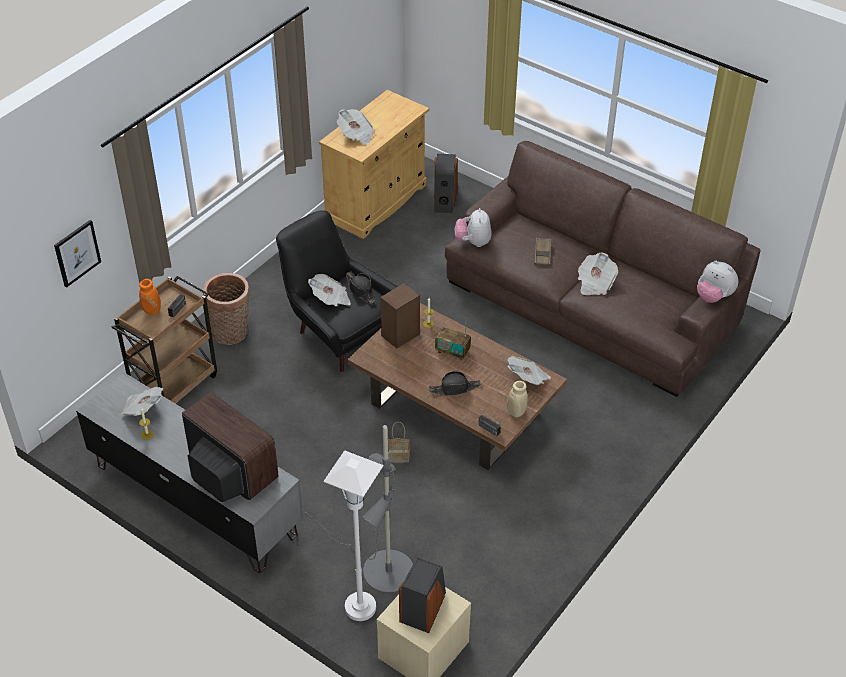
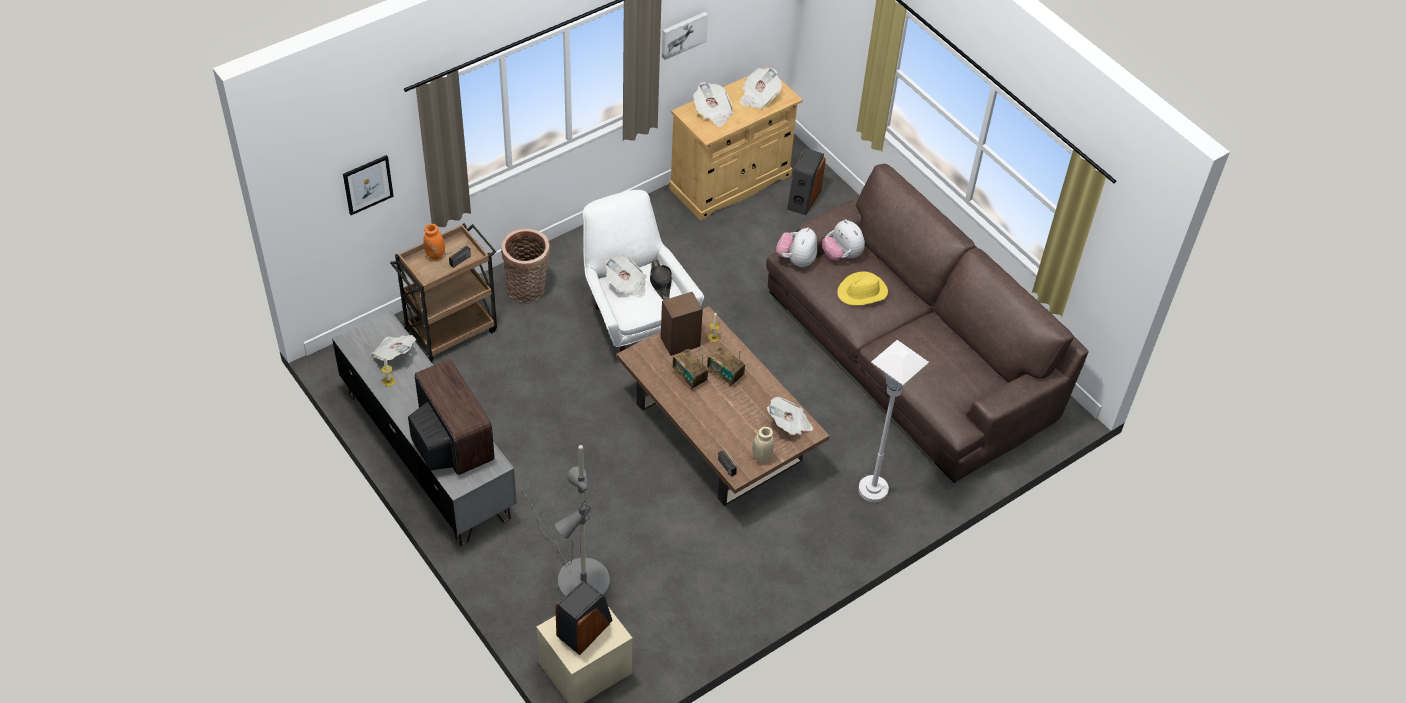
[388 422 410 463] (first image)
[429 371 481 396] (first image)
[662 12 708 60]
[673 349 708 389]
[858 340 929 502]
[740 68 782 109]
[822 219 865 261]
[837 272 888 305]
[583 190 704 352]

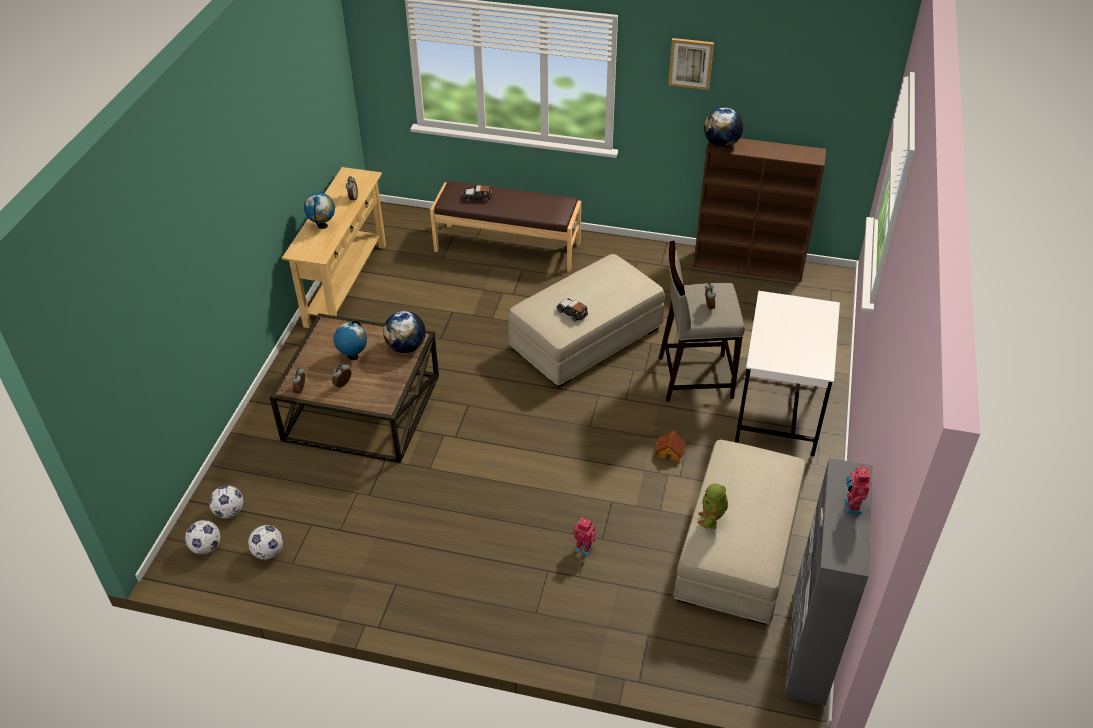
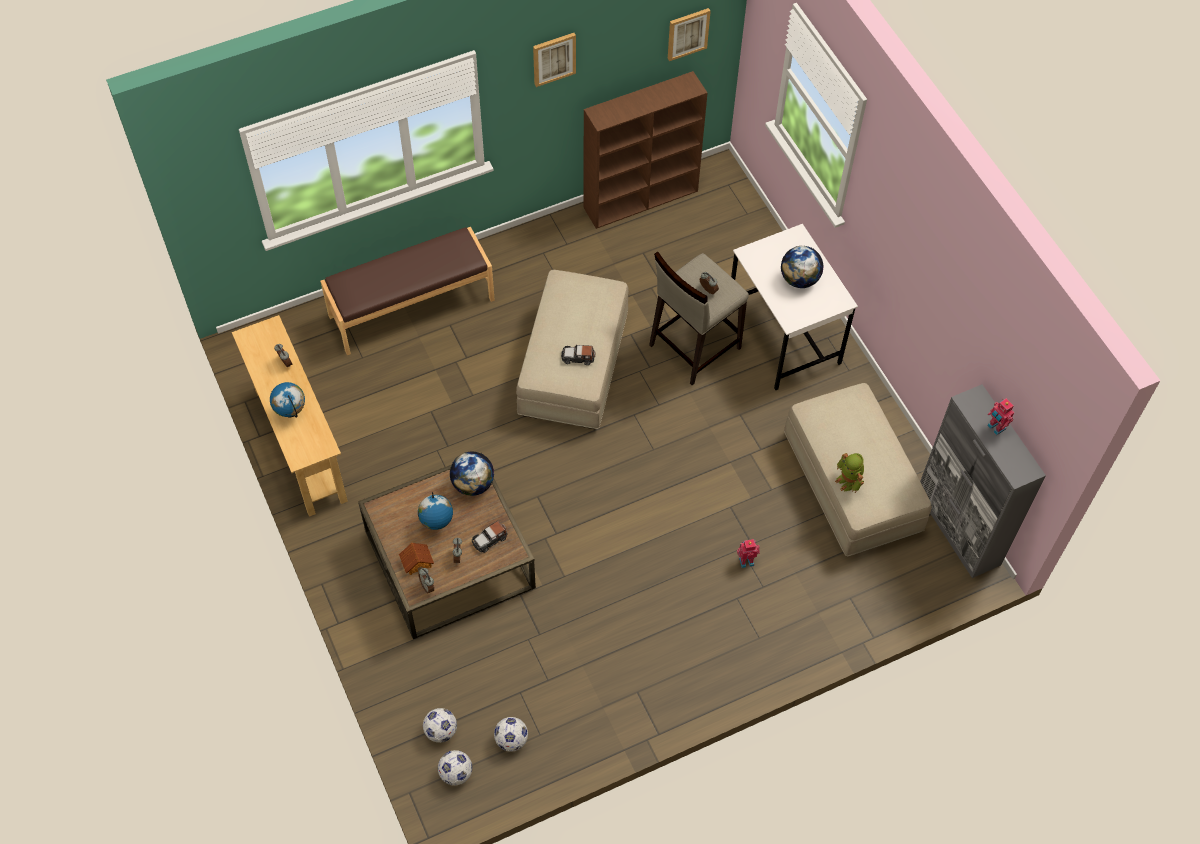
[668 8 711 61]
[472 521 508 553]
[399 542 434 575]
[781 246 824 288]

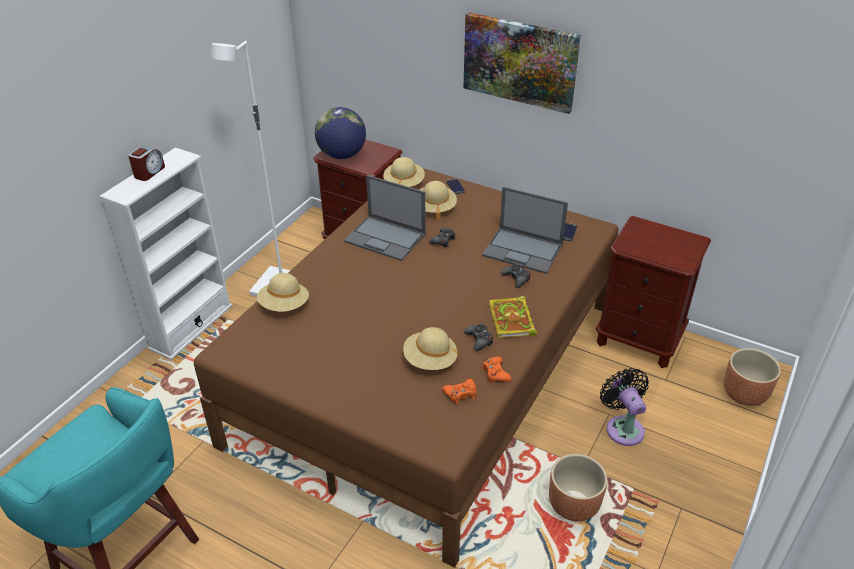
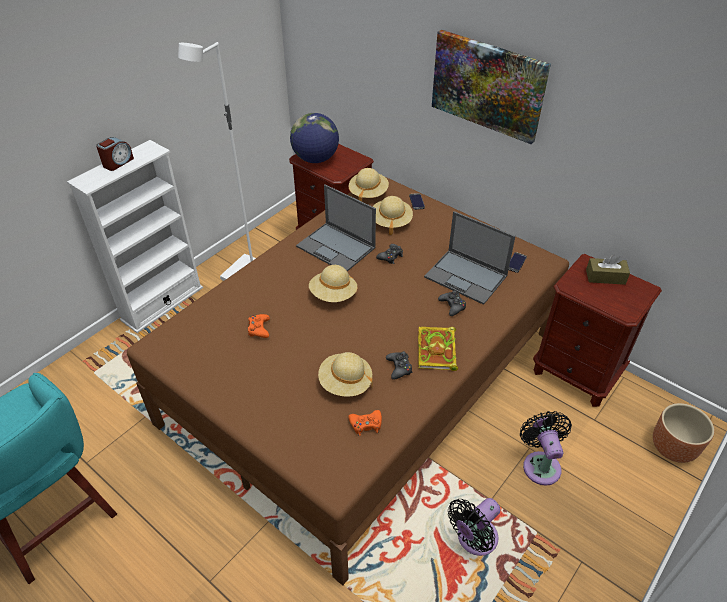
[586 255 630 285]
[309 265 358 302]
[248 314 270 338]
[448 498 500 556]

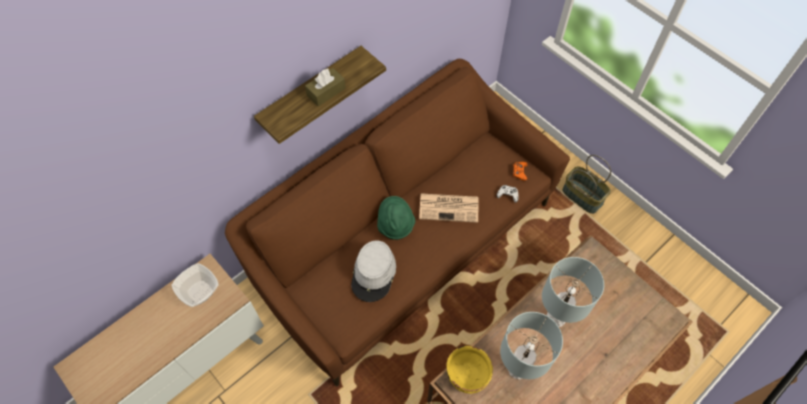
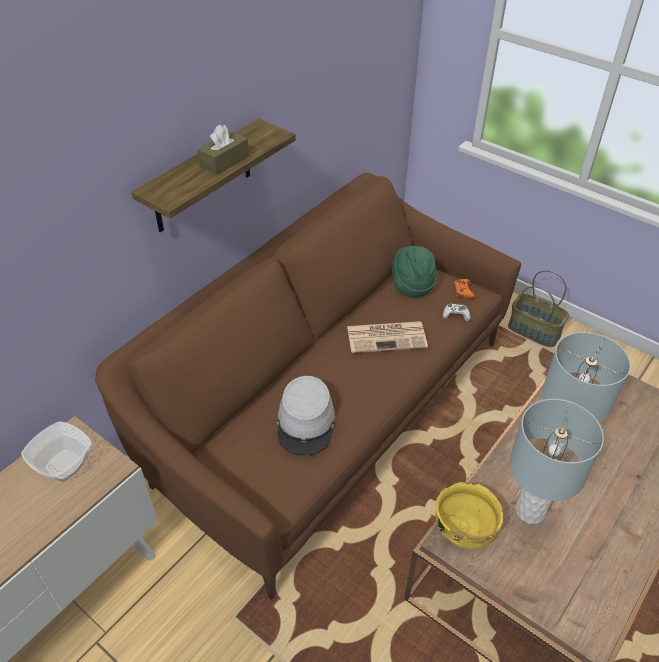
[392 246 437 298]

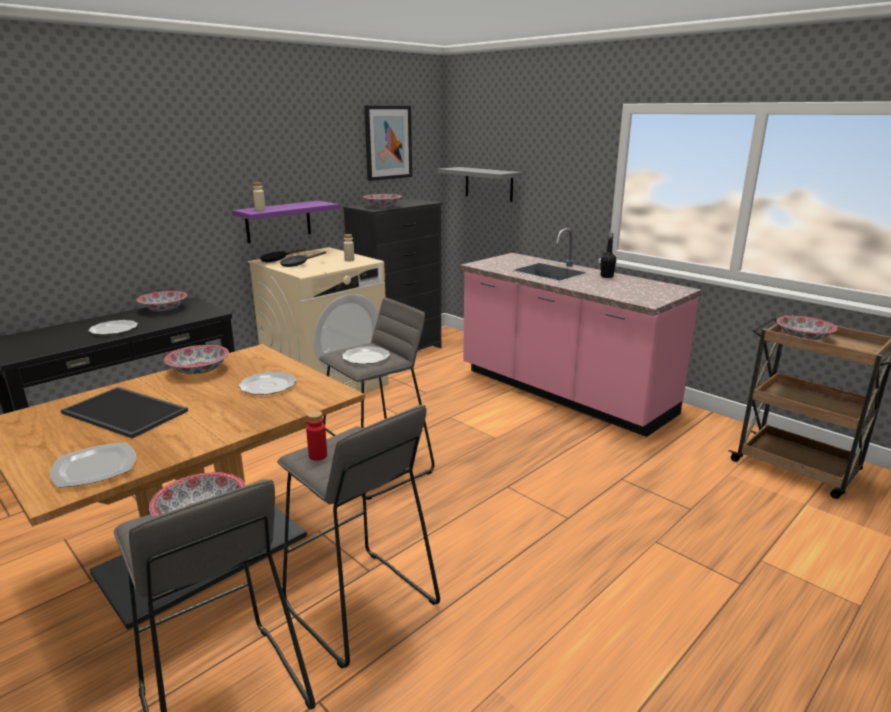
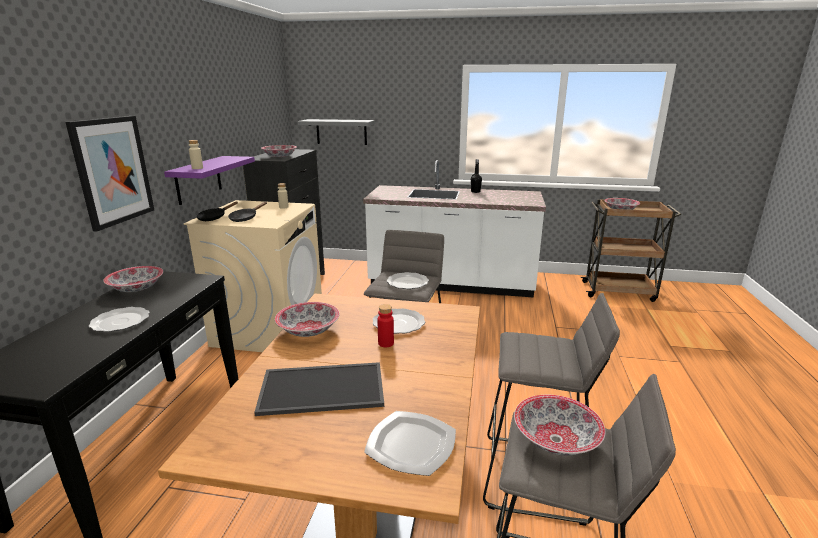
[377 304 394 347]
[65 116 154 232]
[363 160 546 298]

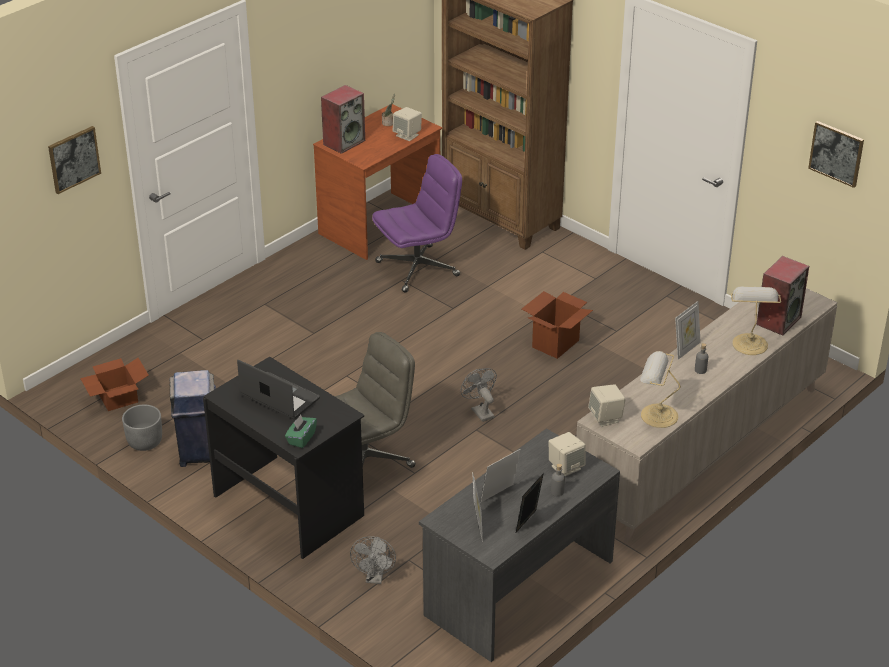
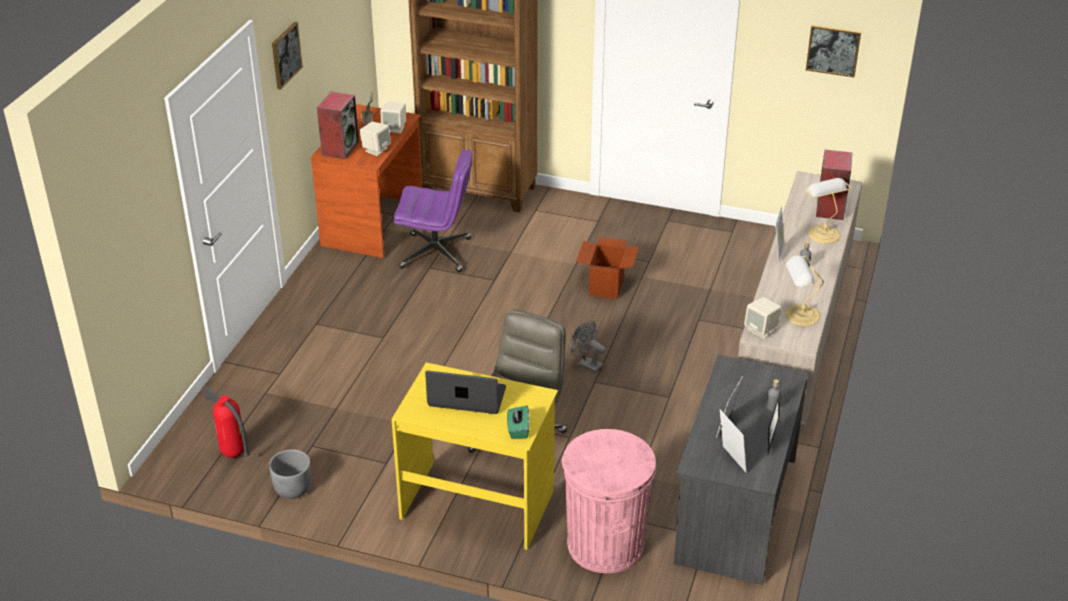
[170 370 216 467] (first image)
[272 22 303 90]
[360 122 391 156]
[201 386 250 458]
[562 429 656 573]
[392 362 558 550]
[394 149 472 272]

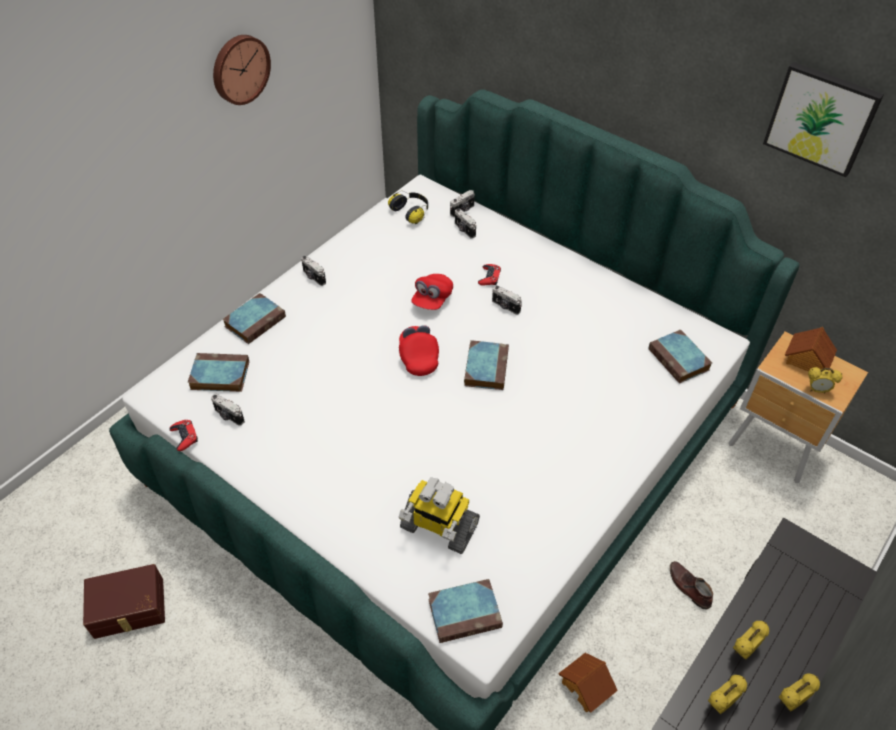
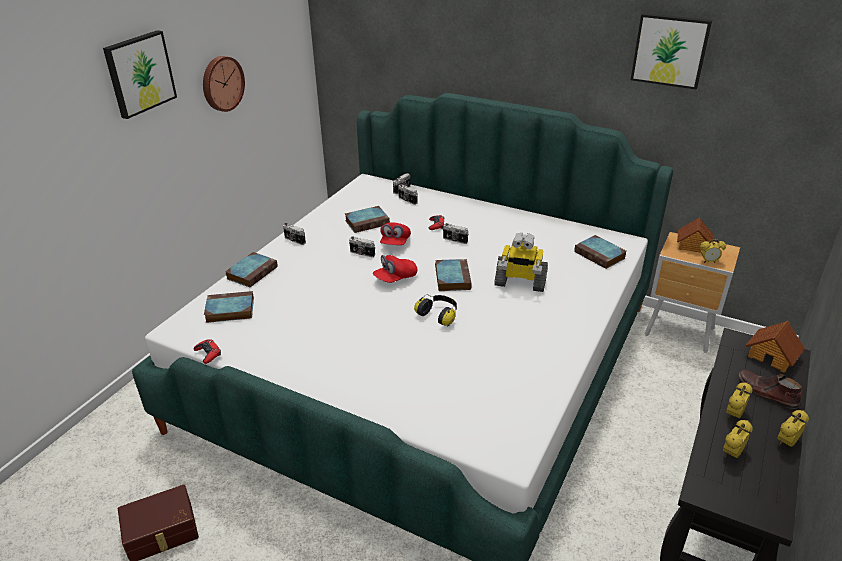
[103 30 177 119]
[349 236 375 257]
[414 294 457 326]
[494 233 548 292]
[345 206 390 233]
[745 321 805 373]
[738 369 802 409]
[373 255 417 283]

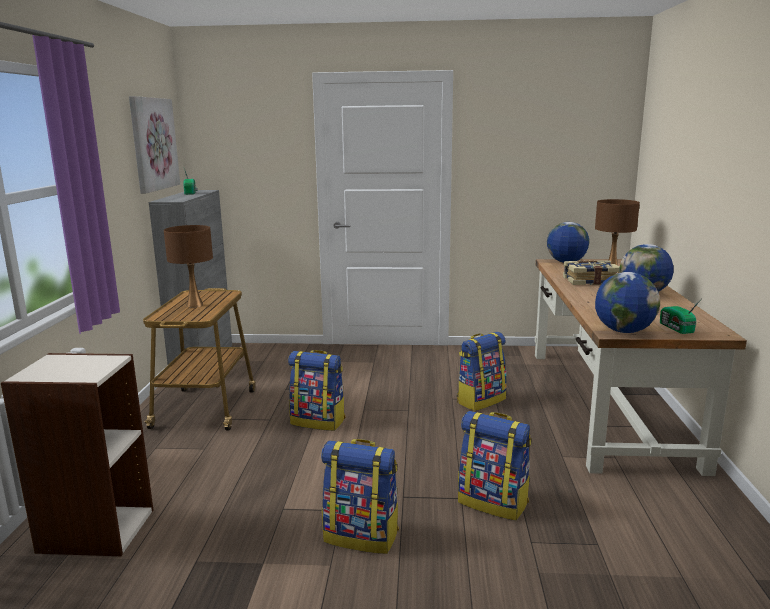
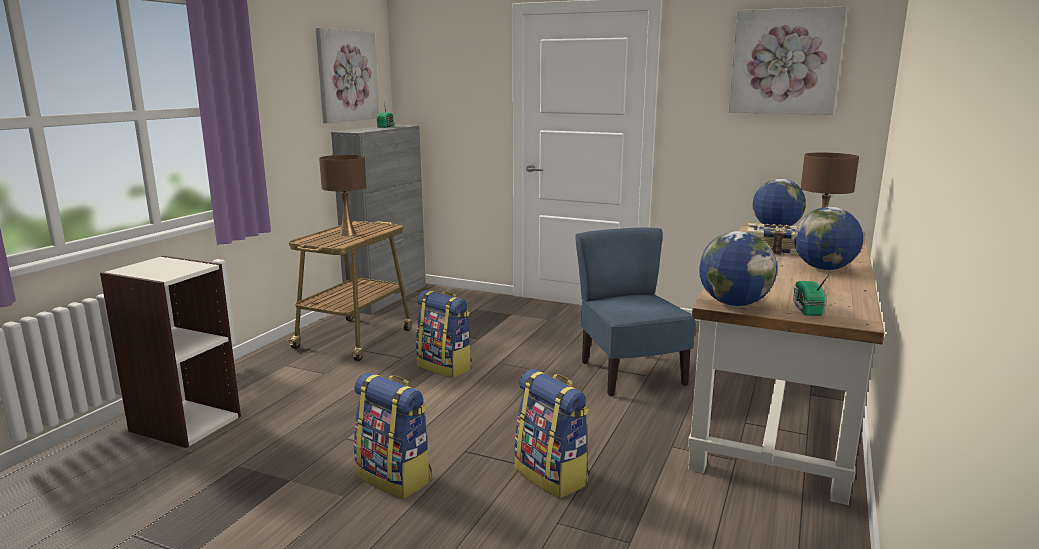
[729 6 847 115]
[575 228 695 396]

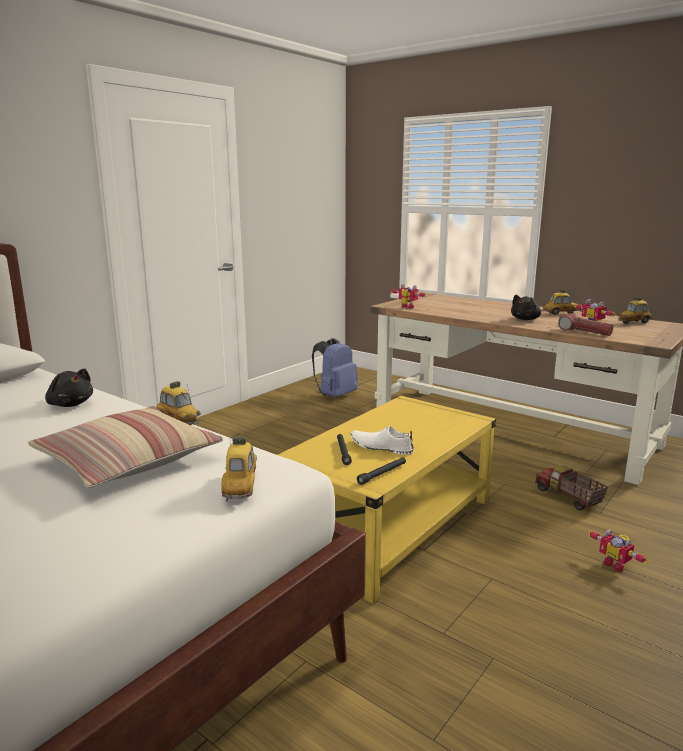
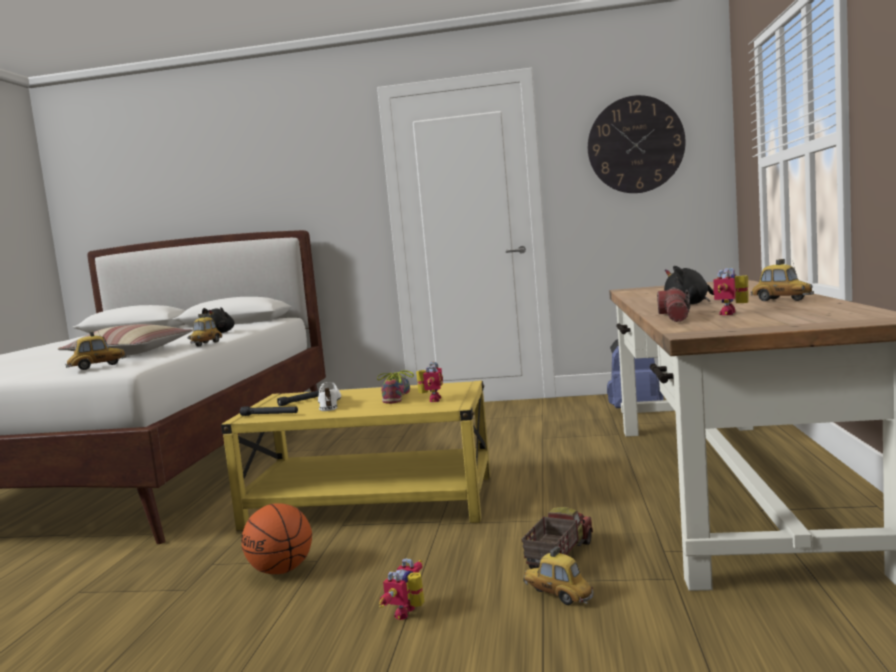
[241 503 312 574]
[377 370 414 404]
[588 95 686 193]
[416 362 443 402]
[523 547 594 605]

